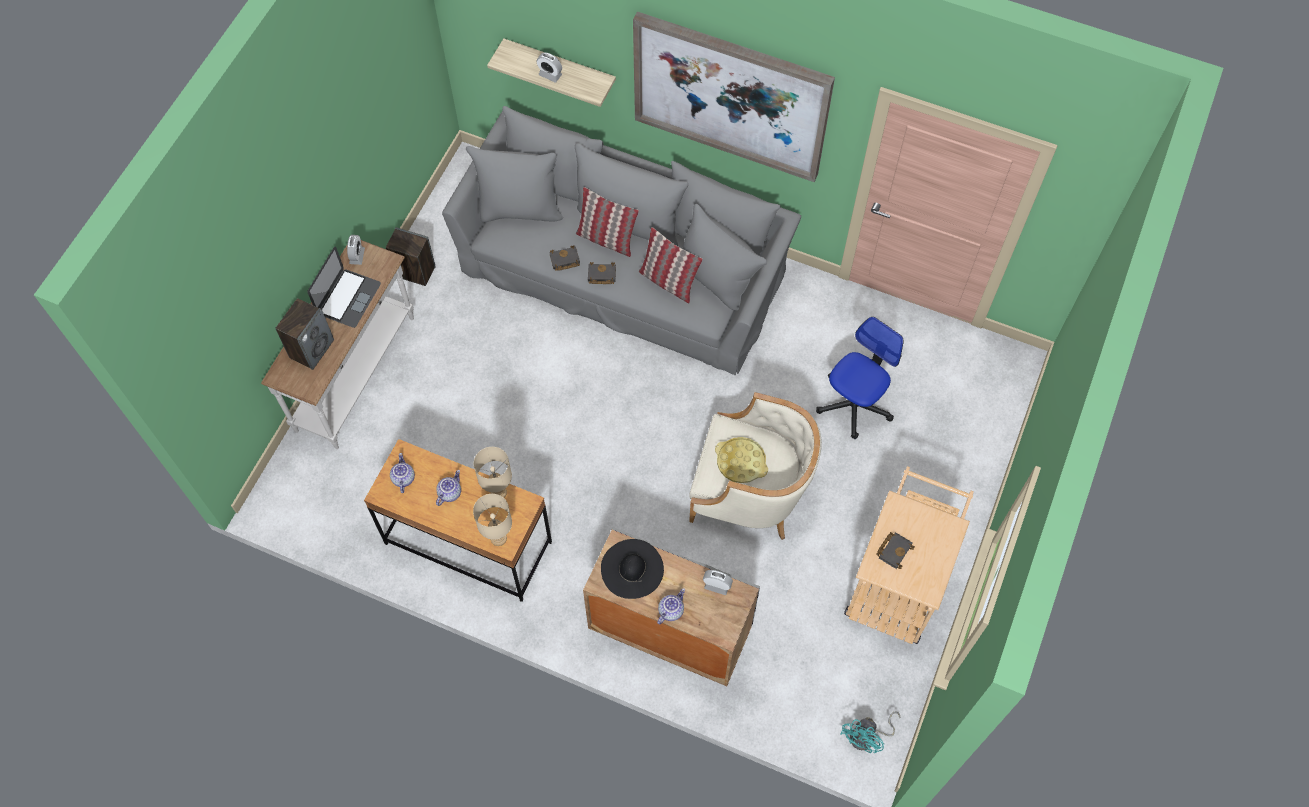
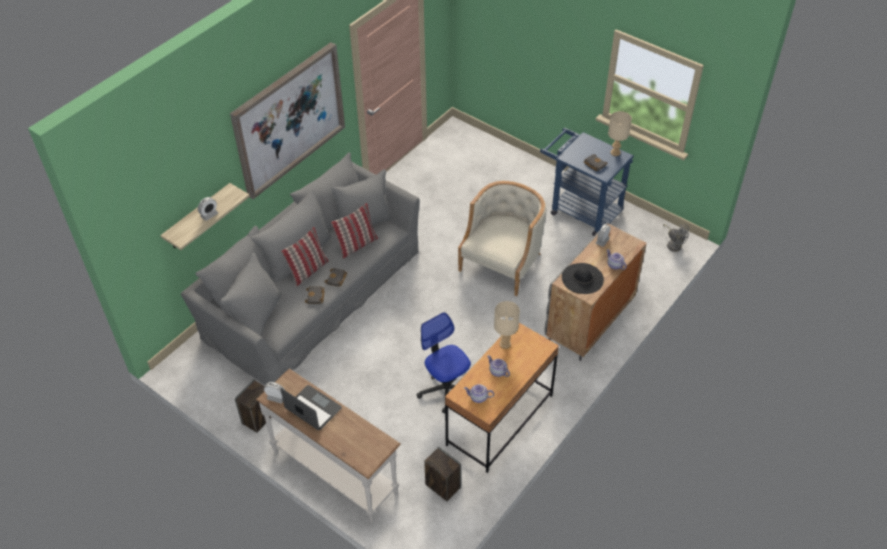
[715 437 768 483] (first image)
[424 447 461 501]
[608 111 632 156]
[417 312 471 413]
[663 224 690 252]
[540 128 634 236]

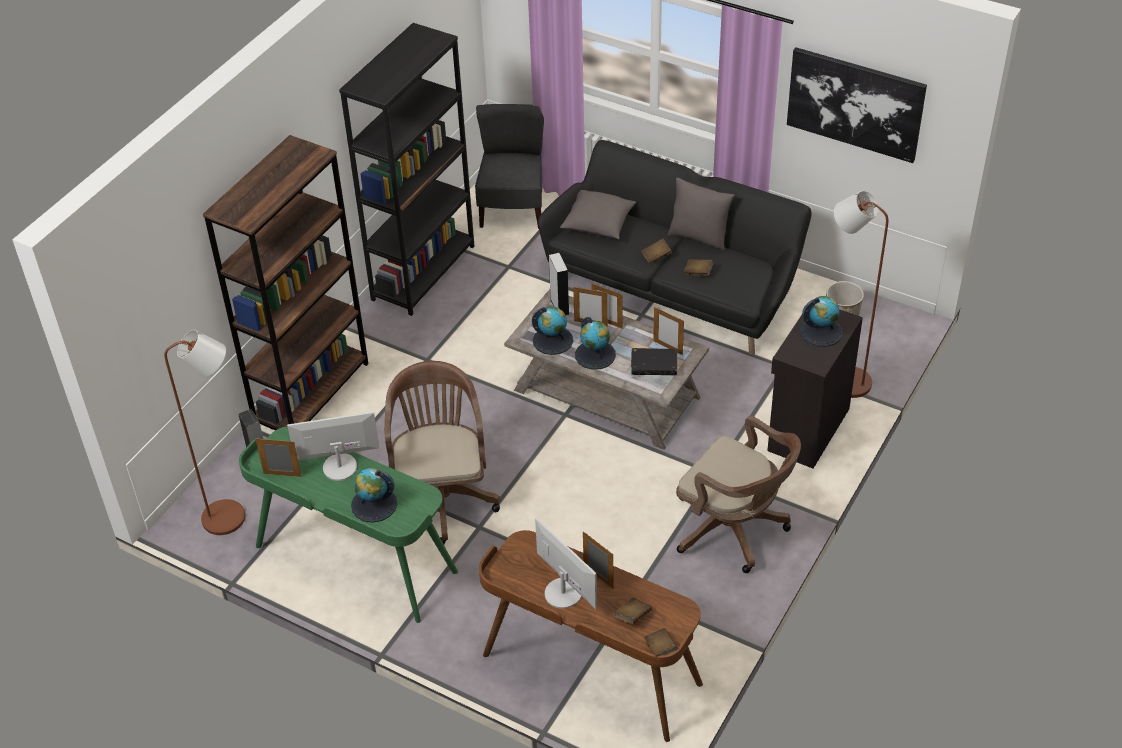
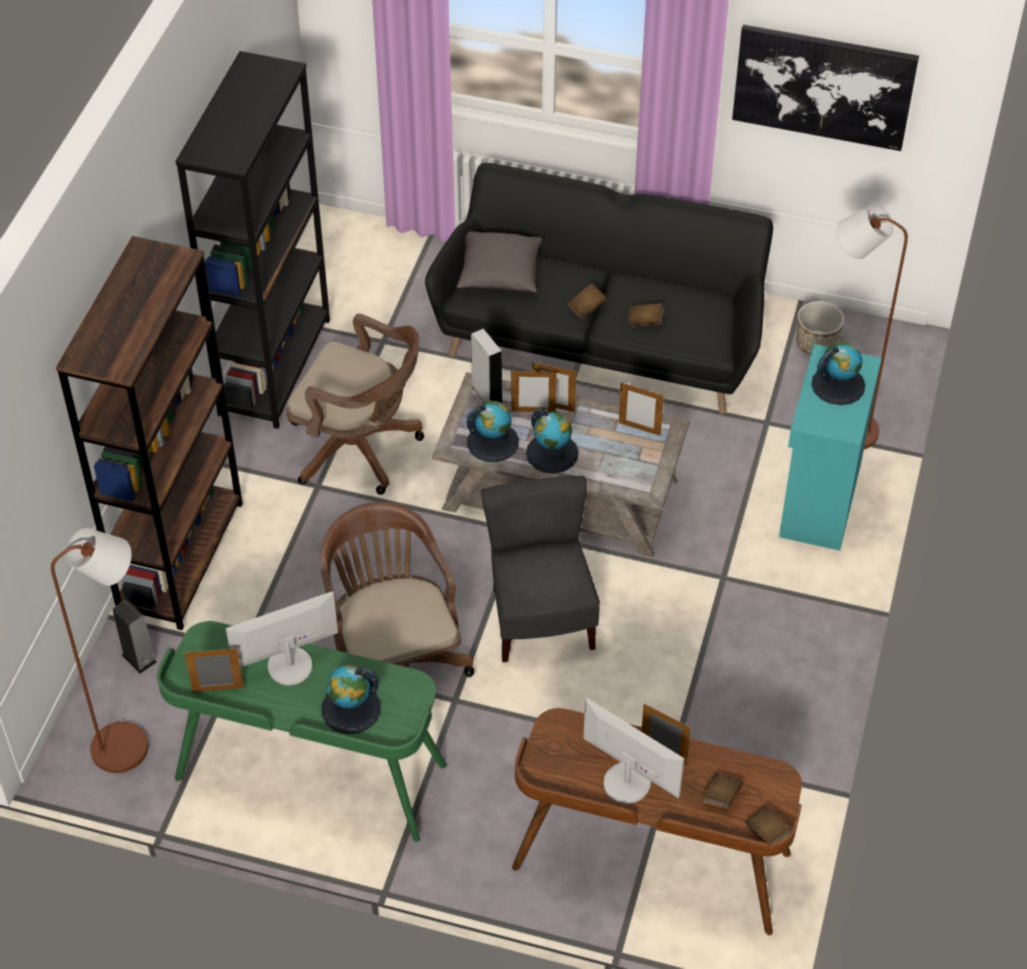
[631 348 677 375] (first image)
[668 177 735 251] (first image)
[481 476 600 662]
[286 313 424 495]
[779 344 882 551]

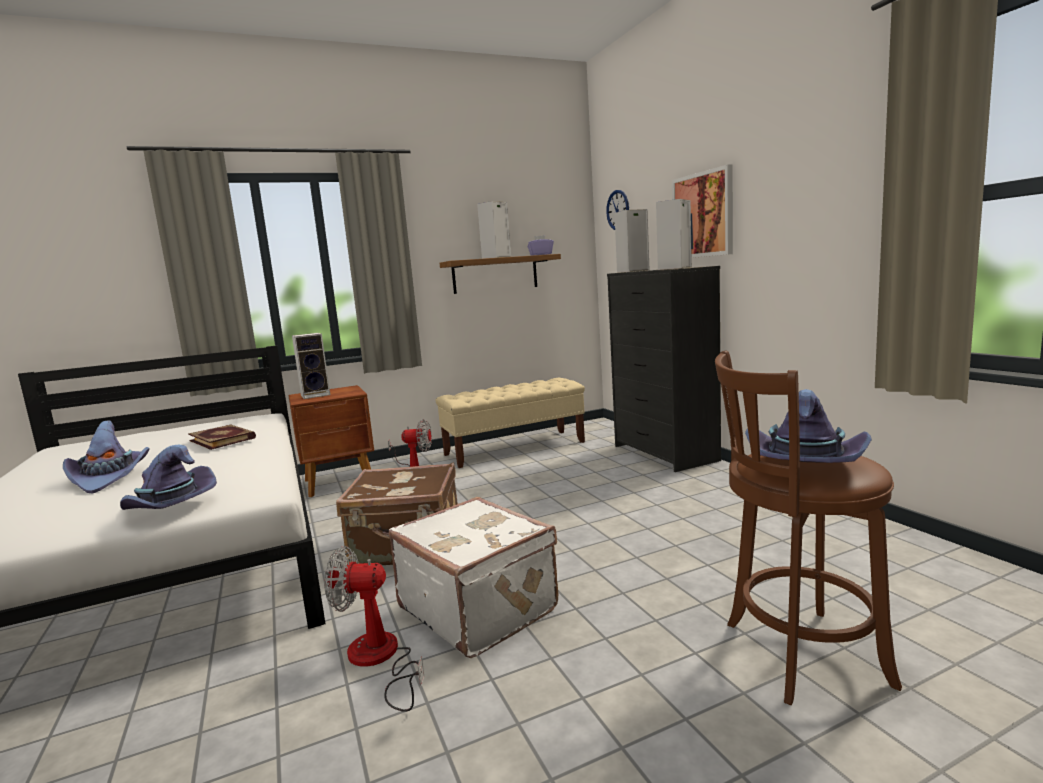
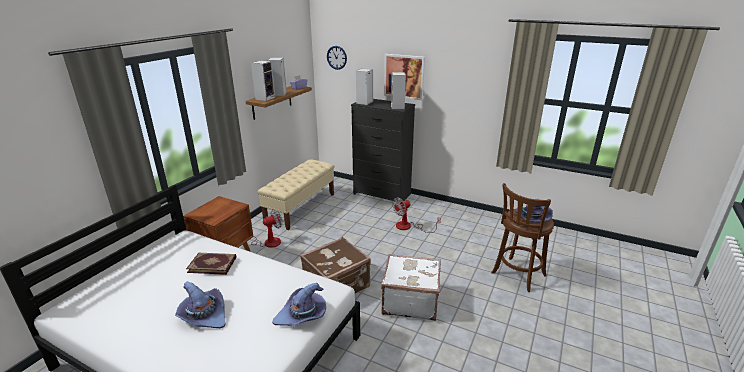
[251 61 275 101]
[392 198 441 233]

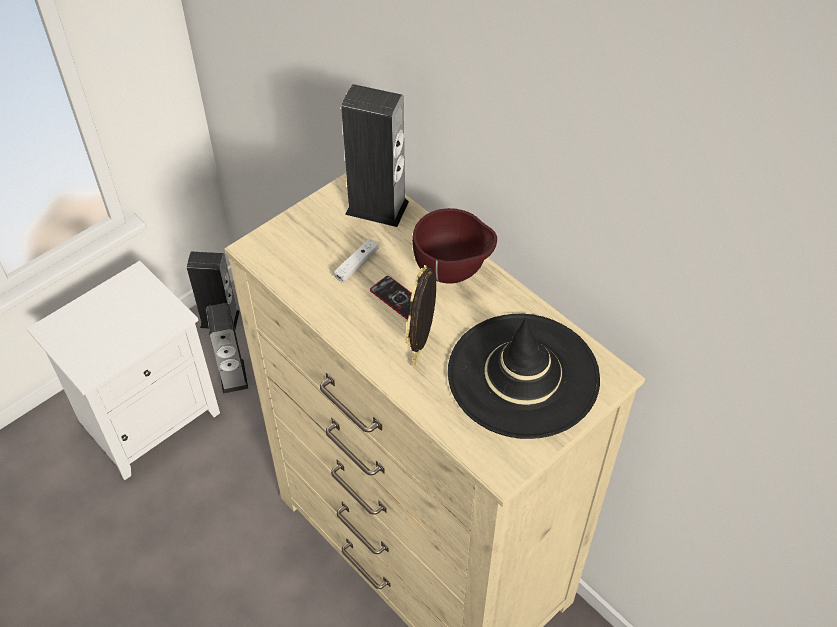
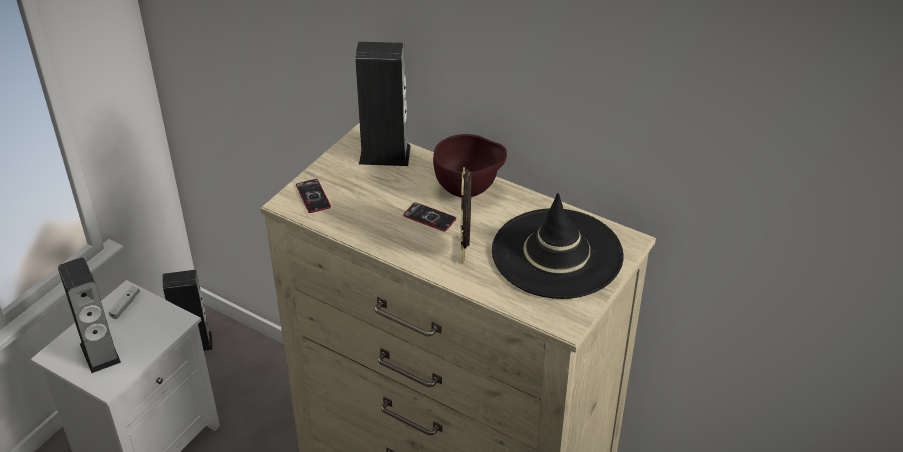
[296 179 331 213]
[58 258 121 373]
[108 286 140 319]

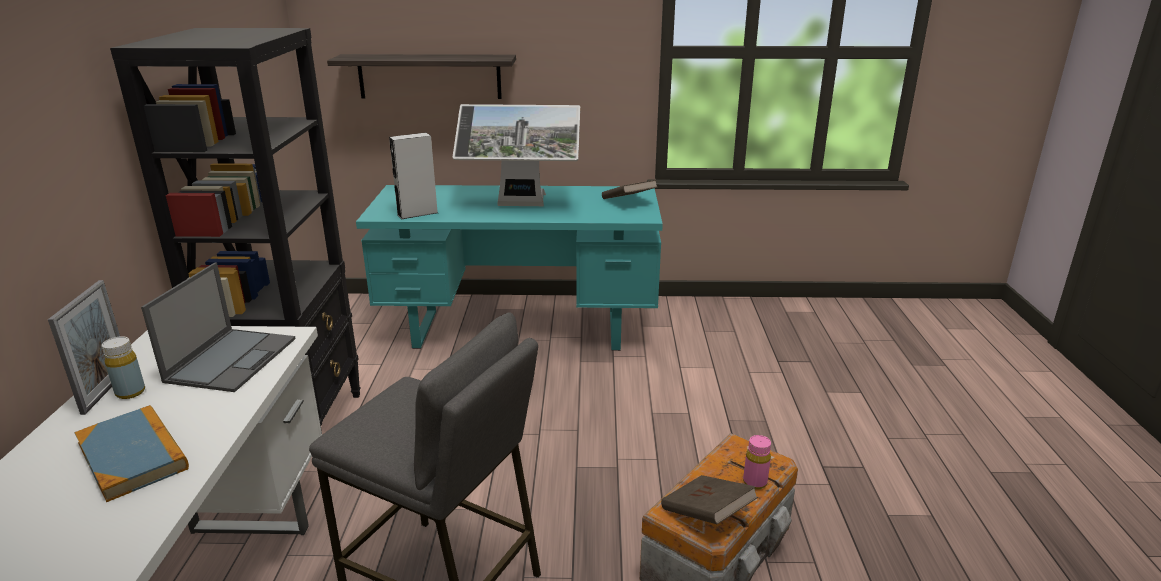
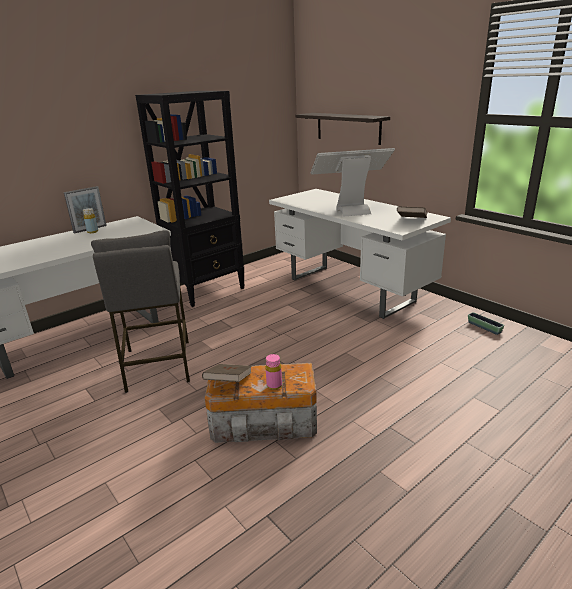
[74 405 189 502] (first image)
[141 262 296 392] (first image)
[389 133 438 219] (first image)
[468 312 504 335]
[269 189 451 319]
[311 148 395 217]

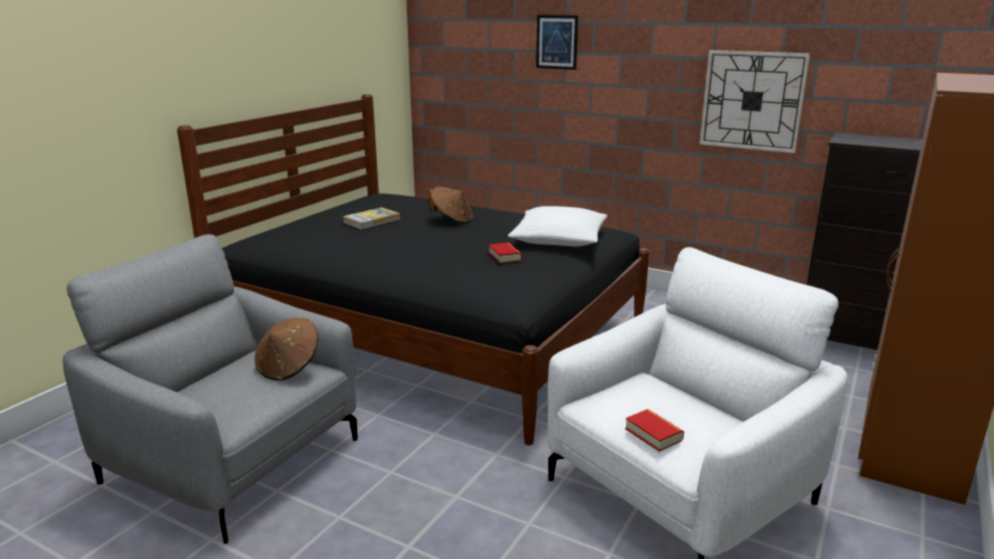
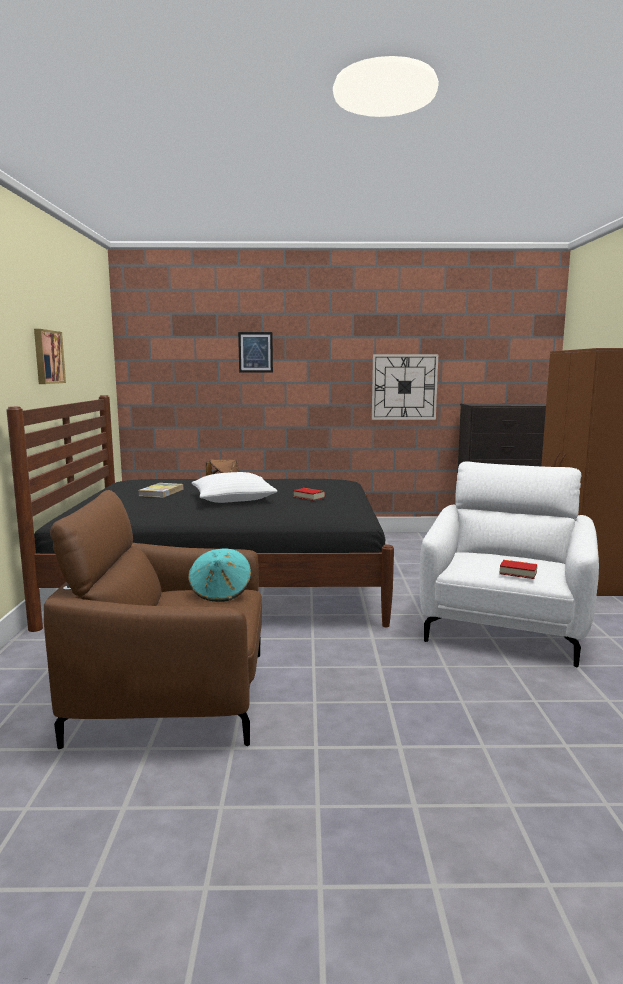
[34 329 66 384]
[192 472 278 503]
[44 490 262 749]
[188 548 251 602]

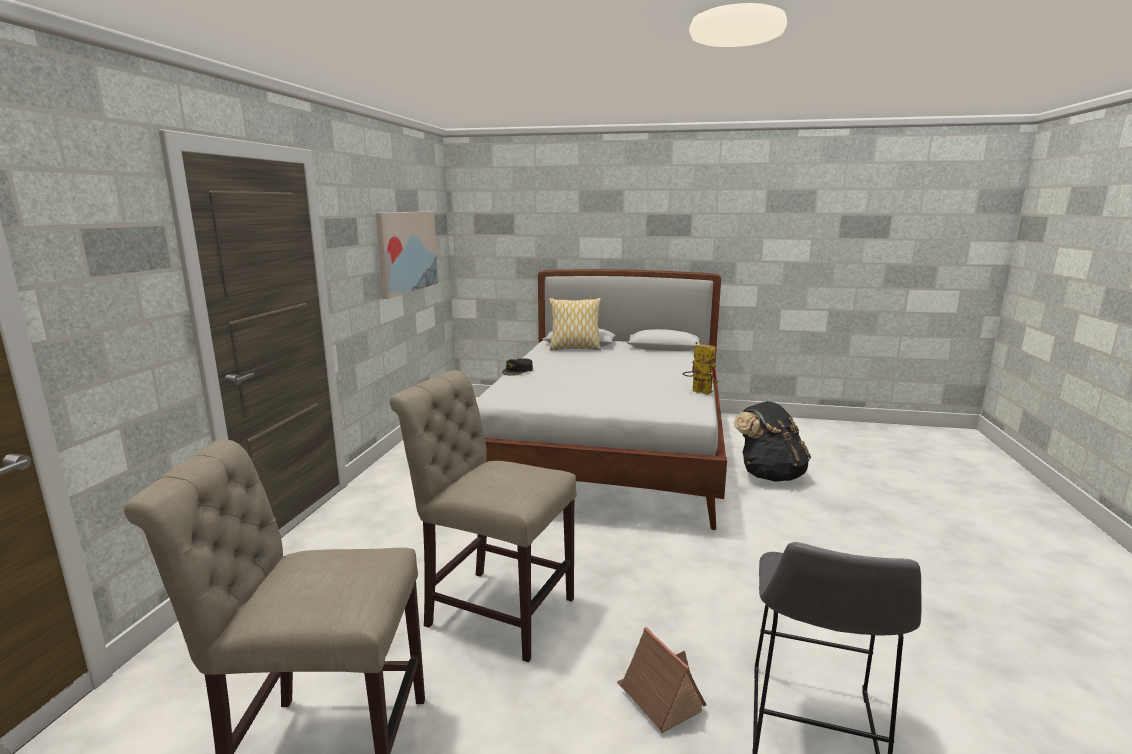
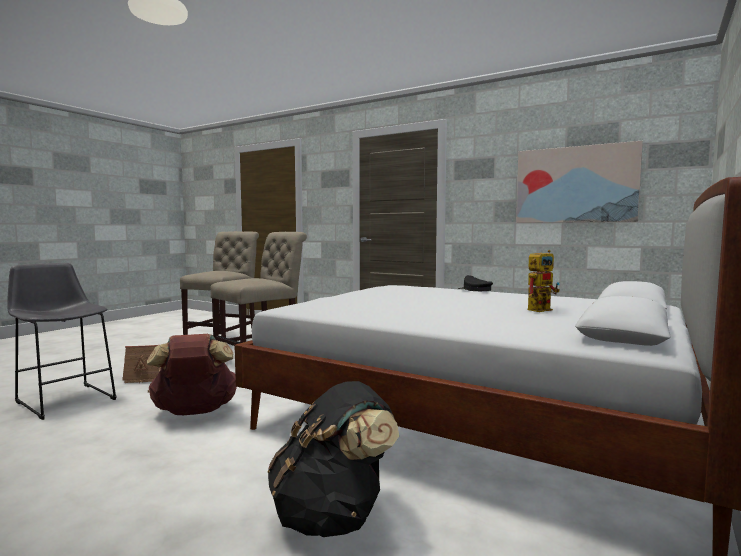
[549 298 601 351] (first image)
[147 334 237 415]
[528 250 560 312]

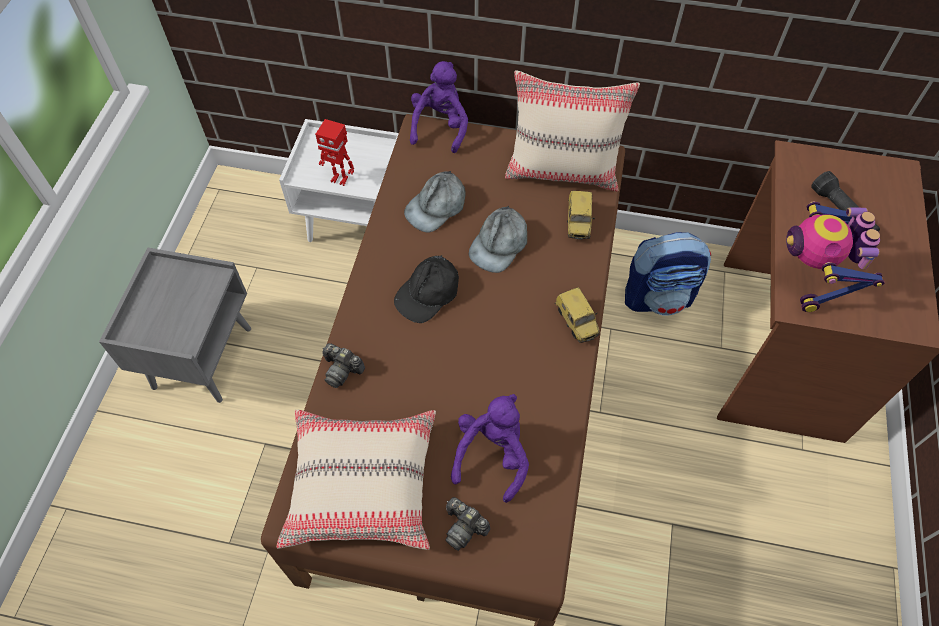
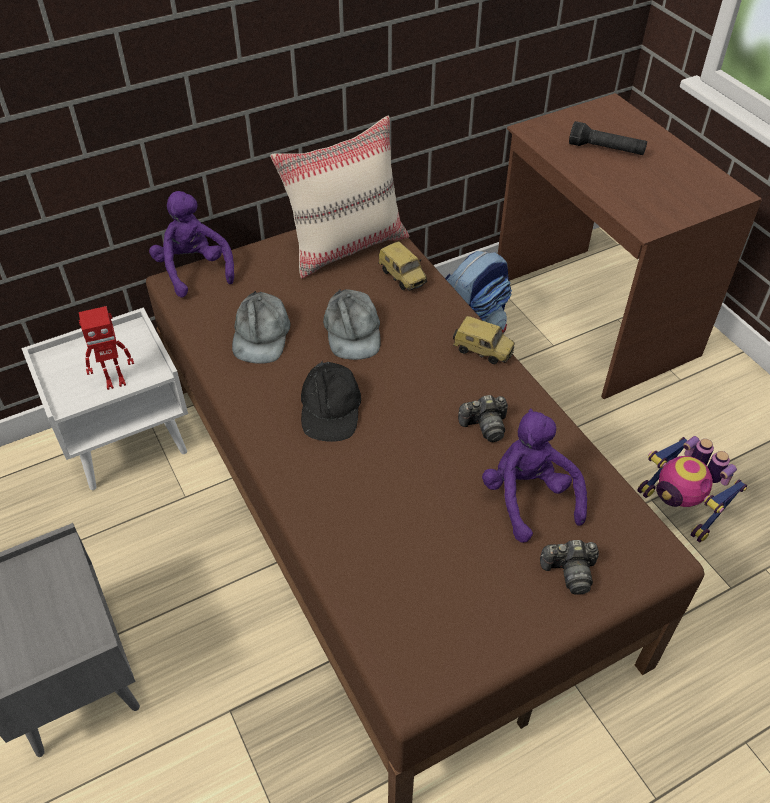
[277 410 436 550] (first image)
[458 395 508 442]
[637 436 747 542]

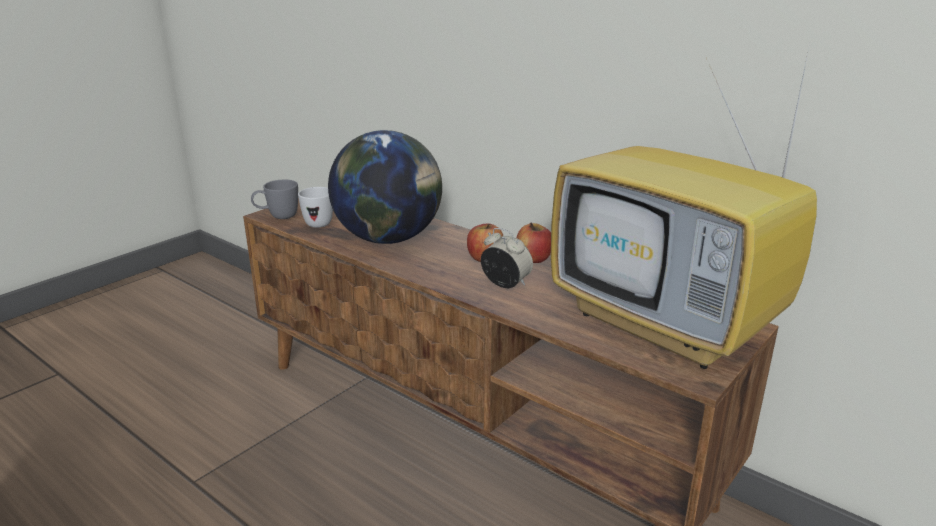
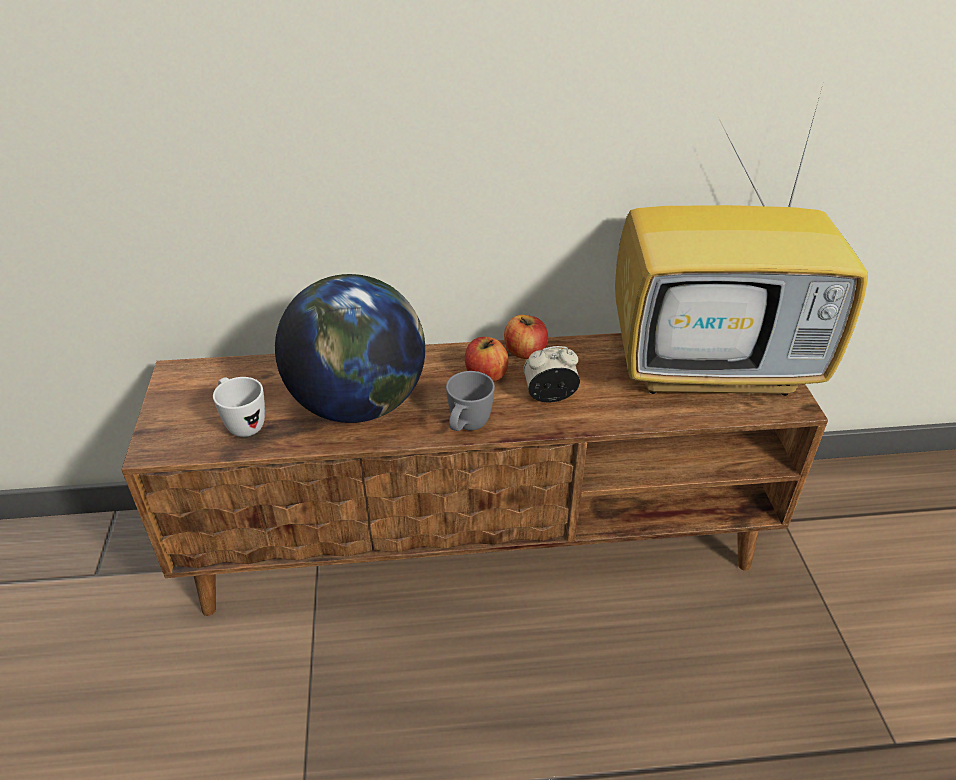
[446 371 495 431]

